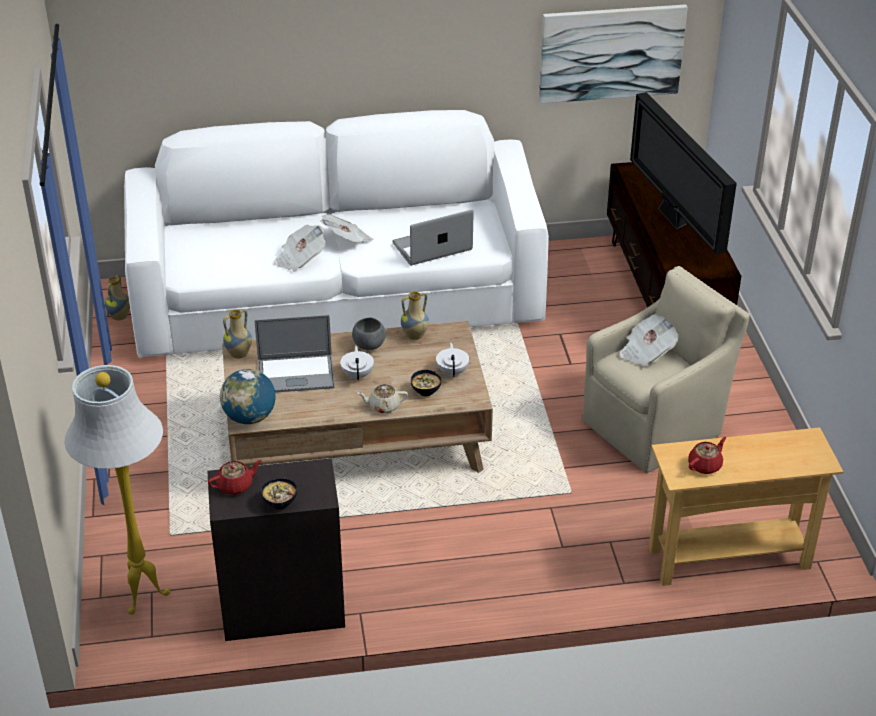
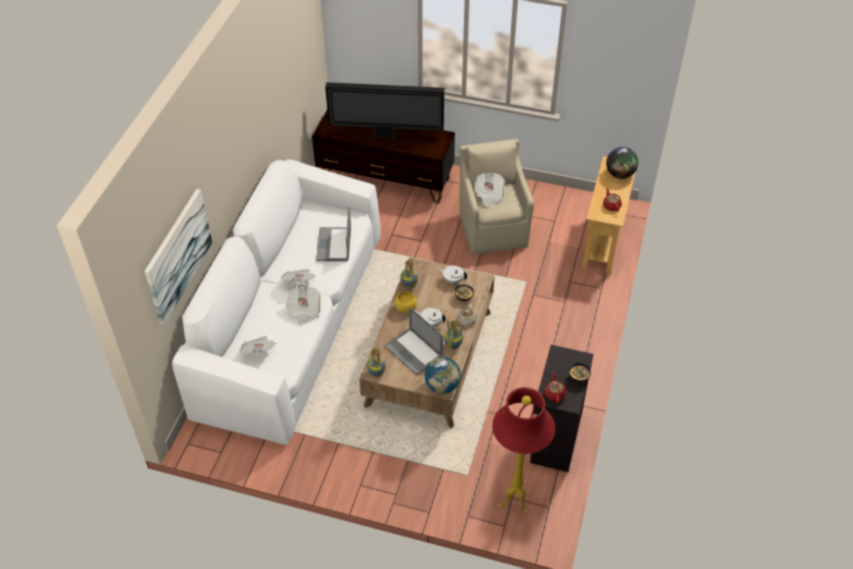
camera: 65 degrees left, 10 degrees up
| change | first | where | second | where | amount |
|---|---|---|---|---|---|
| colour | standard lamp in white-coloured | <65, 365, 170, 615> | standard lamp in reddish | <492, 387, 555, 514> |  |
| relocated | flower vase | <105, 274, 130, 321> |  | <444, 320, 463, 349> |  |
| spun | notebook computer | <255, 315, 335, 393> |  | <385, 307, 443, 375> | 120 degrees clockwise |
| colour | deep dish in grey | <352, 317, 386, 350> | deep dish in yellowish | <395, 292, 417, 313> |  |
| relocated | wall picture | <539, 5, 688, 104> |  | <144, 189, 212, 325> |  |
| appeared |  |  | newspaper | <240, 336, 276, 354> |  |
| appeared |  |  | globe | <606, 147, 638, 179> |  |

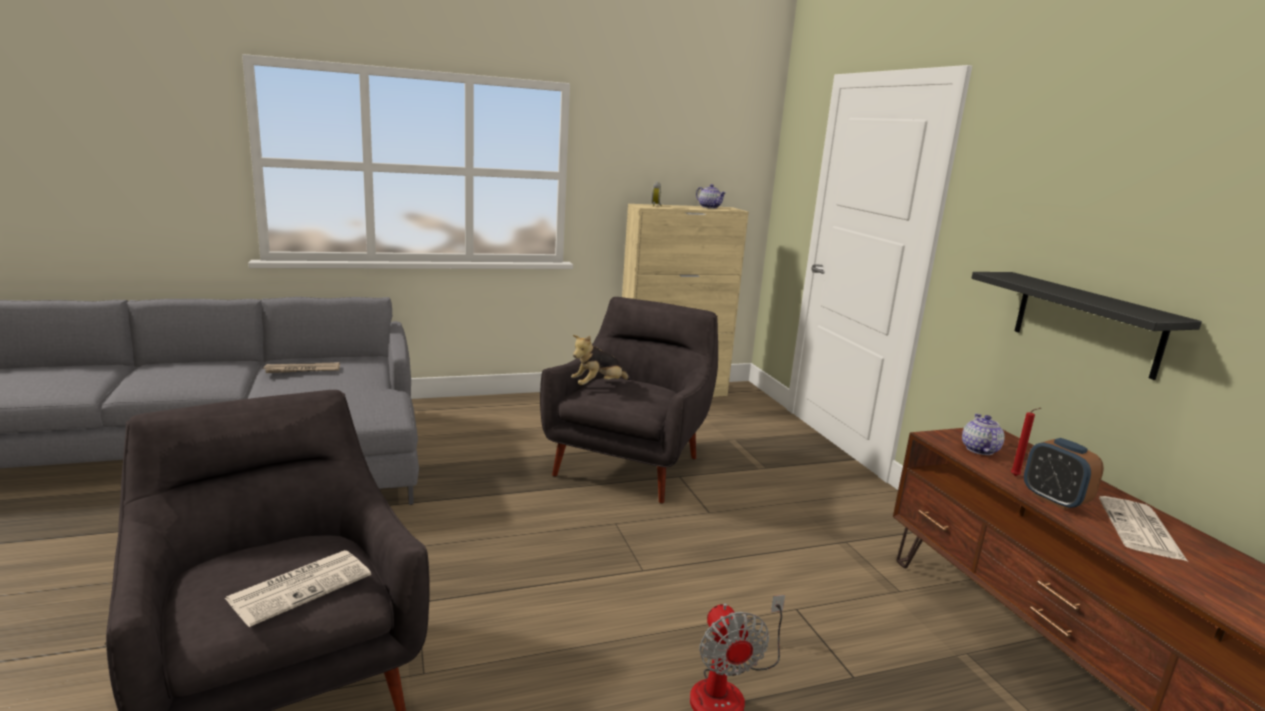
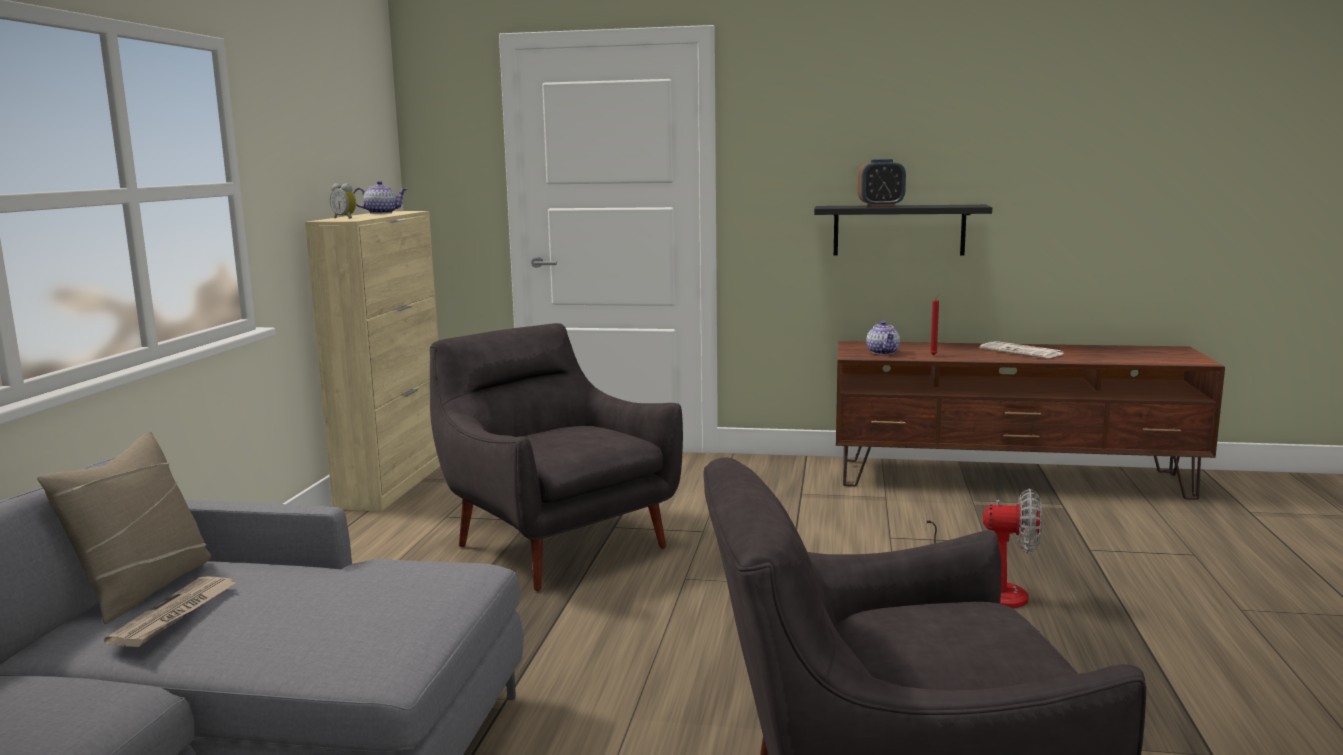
camera: 60 degrees left, 5 degrees down
| change | first | where | second | where | amount |
|---|---|---|---|---|---|
| missing | newspaper | <224, 550, 371, 627> |  |  |  |
| missing | cuddly toy | <571, 335, 631, 385> |  |  |  |
| spun | pot for tea | <962, 413, 1005, 455> |  | <866, 321, 900, 355> | 135 degrees counterclockwise |
| relocated | bedside clock | <1024, 438, 1104, 510> |  | <858, 159, 906, 207> |  |
| appeared |  |  | cushion in beige | <37, 432, 211, 624> |  |

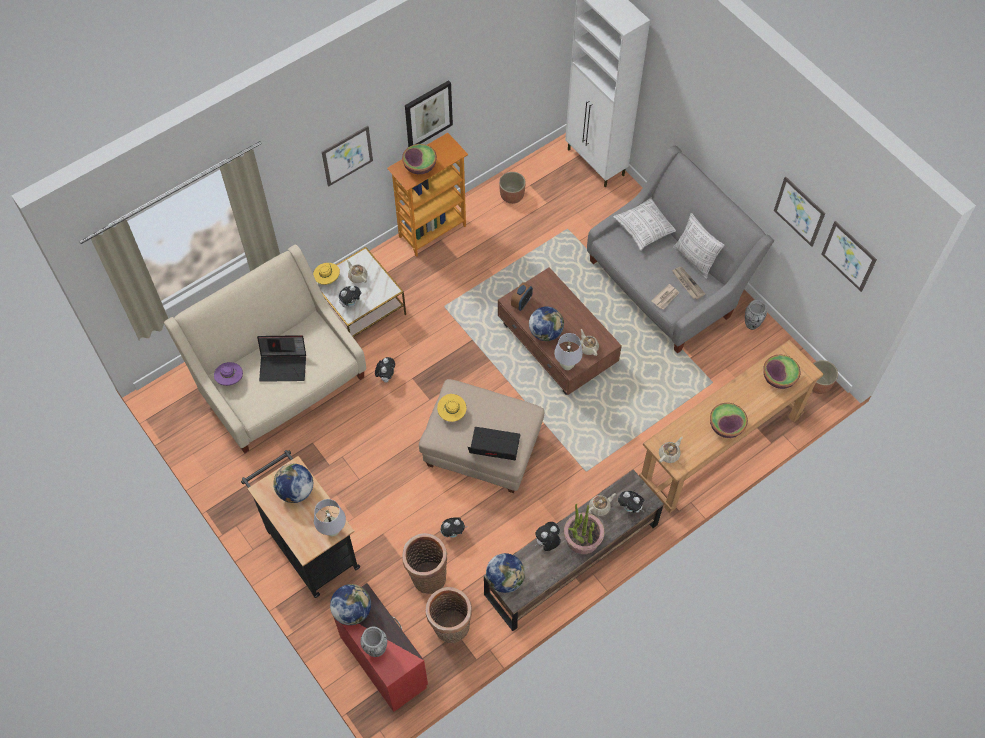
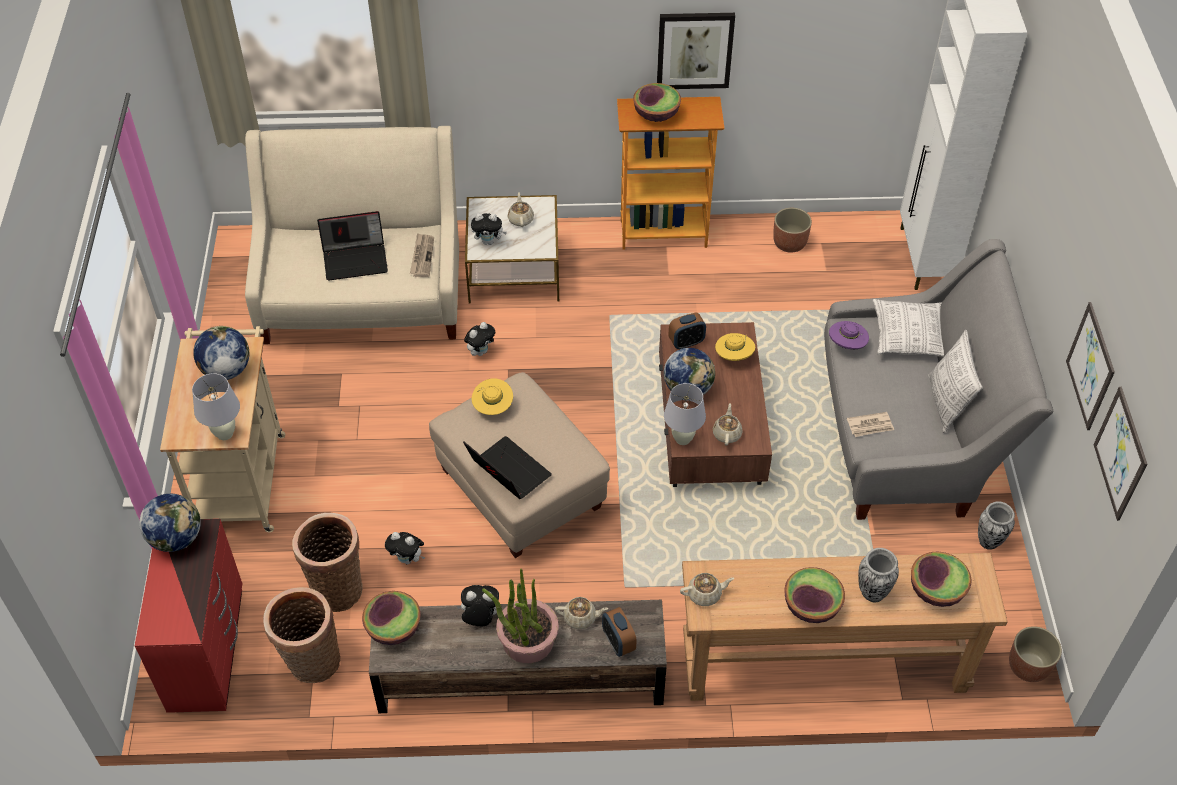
camera: 35 degrees right, 10 degrees down
| change | first | where | second | where | amount |
|---|---|---|---|---|---|
| relocated | hat in purplish | <214, 362, 243, 386> |  | <829, 321, 869, 349> |  |
| colour | trolley in black-coloured | <241, 450, 360, 598> | trolley in beige | <160, 326, 285, 532> |  |
| spun | notebook computer | <257, 335, 306, 382> |  | <317, 211, 388, 281> | 45 degrees counterclockwise |
| relocated | hat in yellowish | <313, 263, 340, 285> |  | <715, 333, 755, 361> |  |
| missing | wall picture | <322, 126, 373, 187> |  |  |  |
| relocated | flower vase | <360, 627, 387, 657> |  | <858, 548, 899, 602> |  |
| exchanged | globe | <486, 553, 525, 593> | deep dish | <362, 591, 421, 645> |  |
| exchanged | cuddly toy | <618, 491, 645, 513> | bedside clock | <602, 607, 636, 657> |  |
| relocated | newspaper | <672, 267, 705, 299> |  | <410, 233, 434, 277> |  |

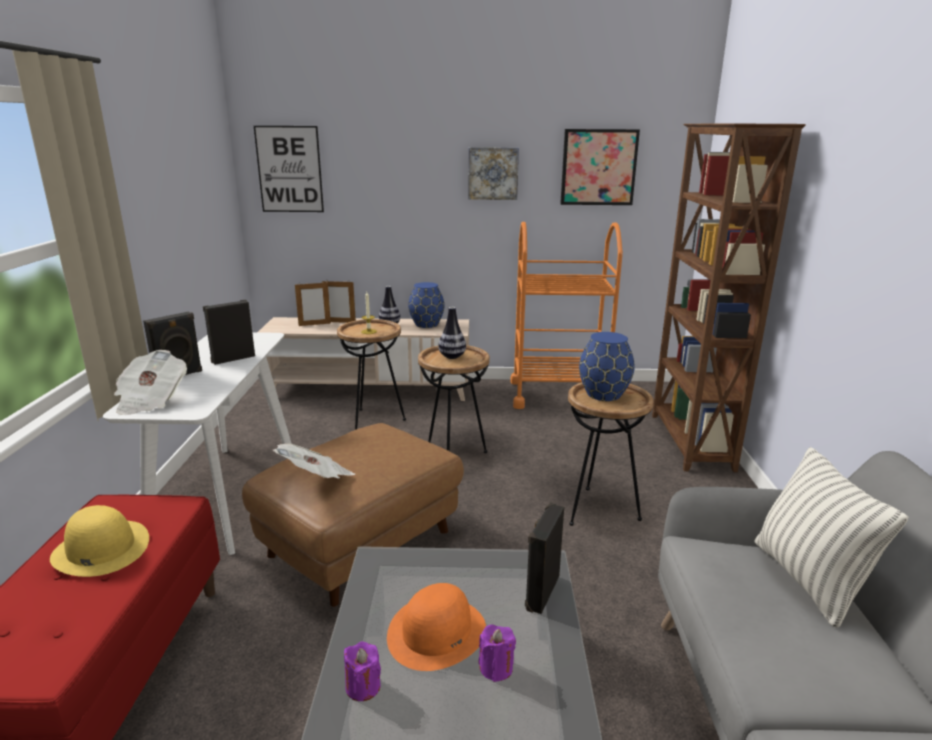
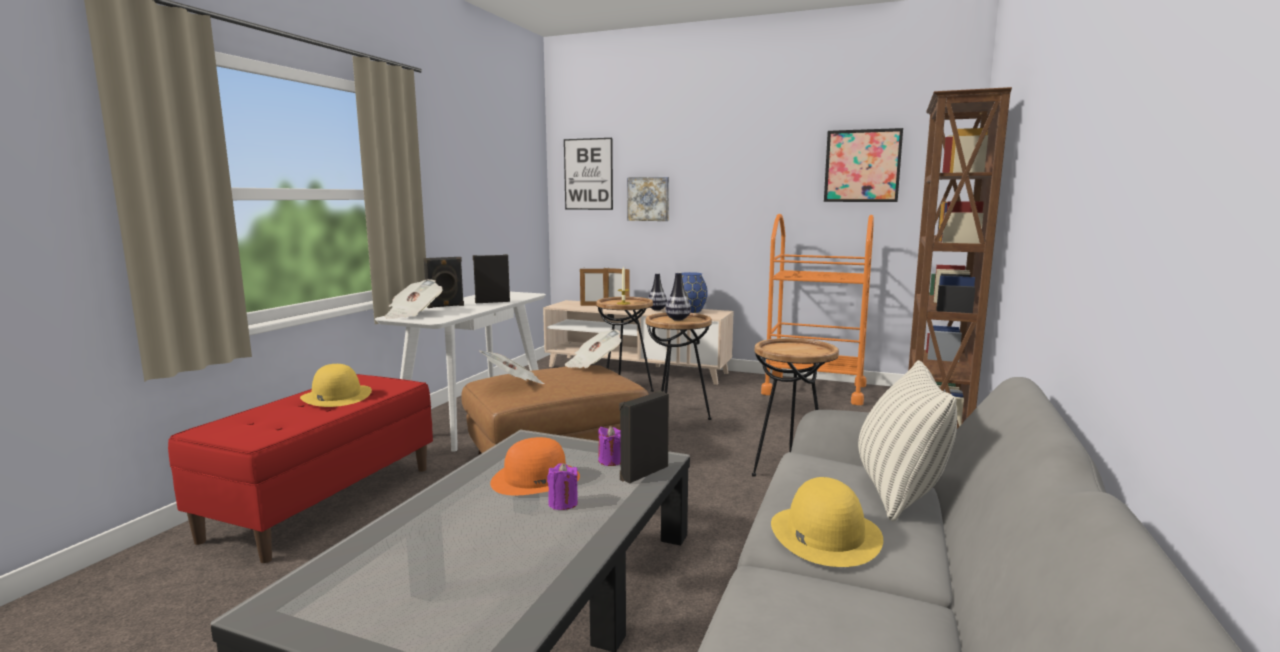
camera: 20 degrees right, 10 degrees down
| change | first | where | second | where | amount |
|---|---|---|---|---|---|
| relocated | wax light in purplish | <344, 641, 381, 701> |  | <598, 426, 621, 466> |  |
| relocated | wall picture | <468, 147, 519, 200> |  | <627, 177, 669, 221> |  |
| missing | flower vase in blue-coloured | <579, 332, 634, 401> |  |  |  |
| appeared |  |  | newspaper | <565, 330, 622, 368> |  |
| appeared |  |  | hat in yellowish | <771, 477, 883, 567> |  |

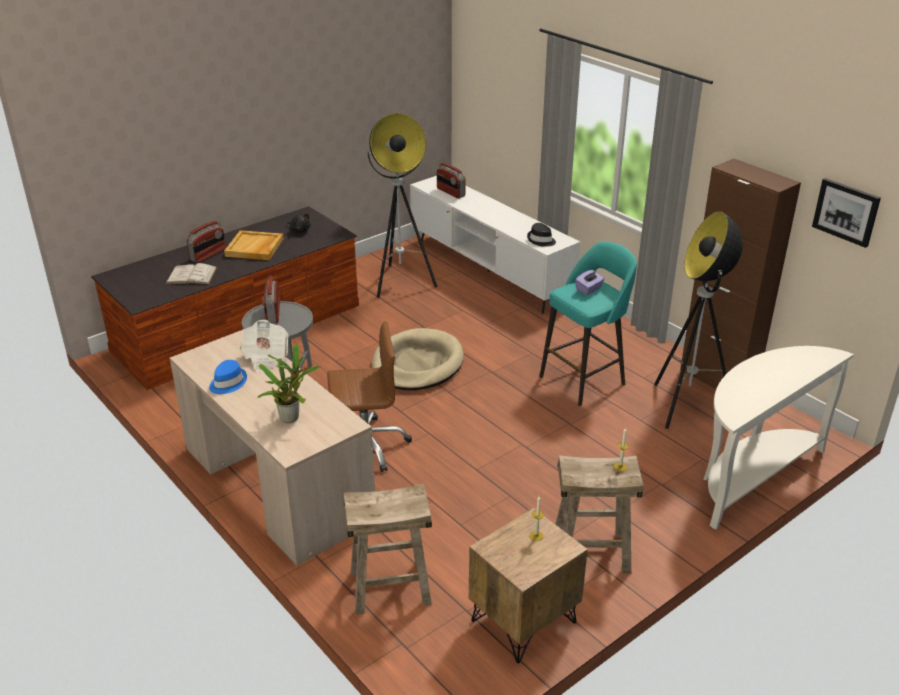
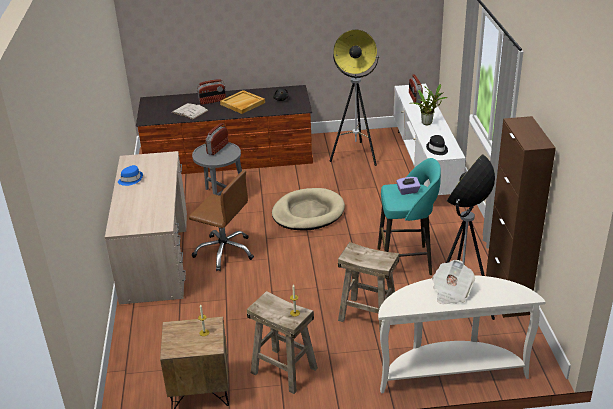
camera: 35 degrees right, 0 degrees up
| change | first | where | second | where | amount |
|---|---|---|---|---|---|
| relocated | newspaper | <240, 320, 289, 372> |  | <432, 260, 475, 304> |  |
| relocated | plant in a pot | <257, 344, 320, 423> |  | <409, 84, 447, 125> |  |
| relocated | sitting stool in beige | <343, 484, 432, 615> |  | <338, 242, 399, 332> |  |
| missing | wall picture | <812, 178, 881, 248> |  |  |  |

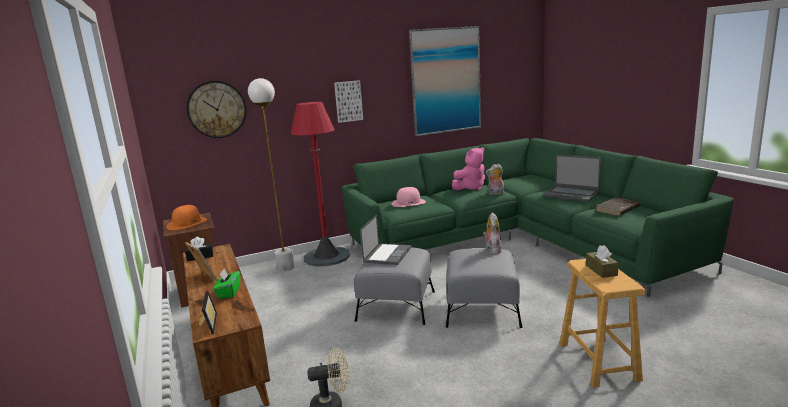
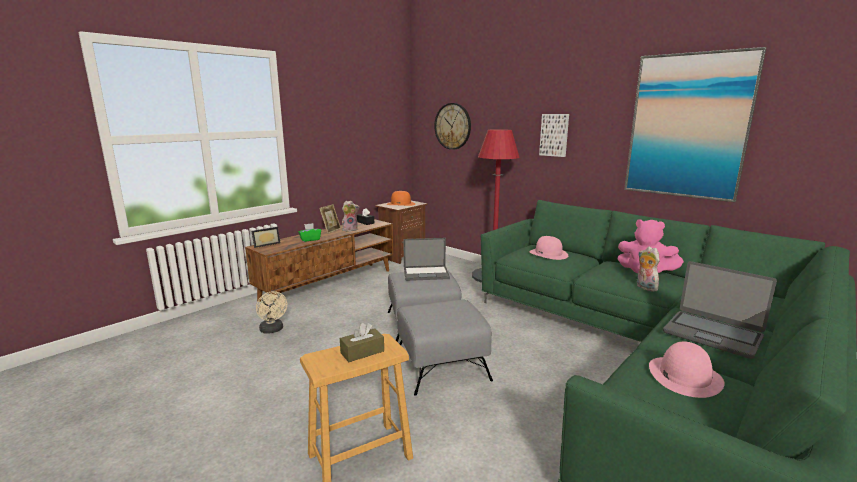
camera: 65 degrees right, 0 degrees up
| change | first | where | second | where | amount |
|---|---|---|---|---|---|
| missing | standard lamp in white-coloured | <248, 78, 294, 271> |  |  |  |
| relocated | cuddly toy | <483, 212, 502, 254> |  | <342, 201, 359, 232> |  |
| spun | notebook computer | <543, 155, 601, 202> |  | <663, 261, 777, 359> | 60 degrees counterclockwise |
| exchanged | volume in brownish | <596, 197, 640, 216> | hat in pinkish | <649, 341, 725, 398> |  |

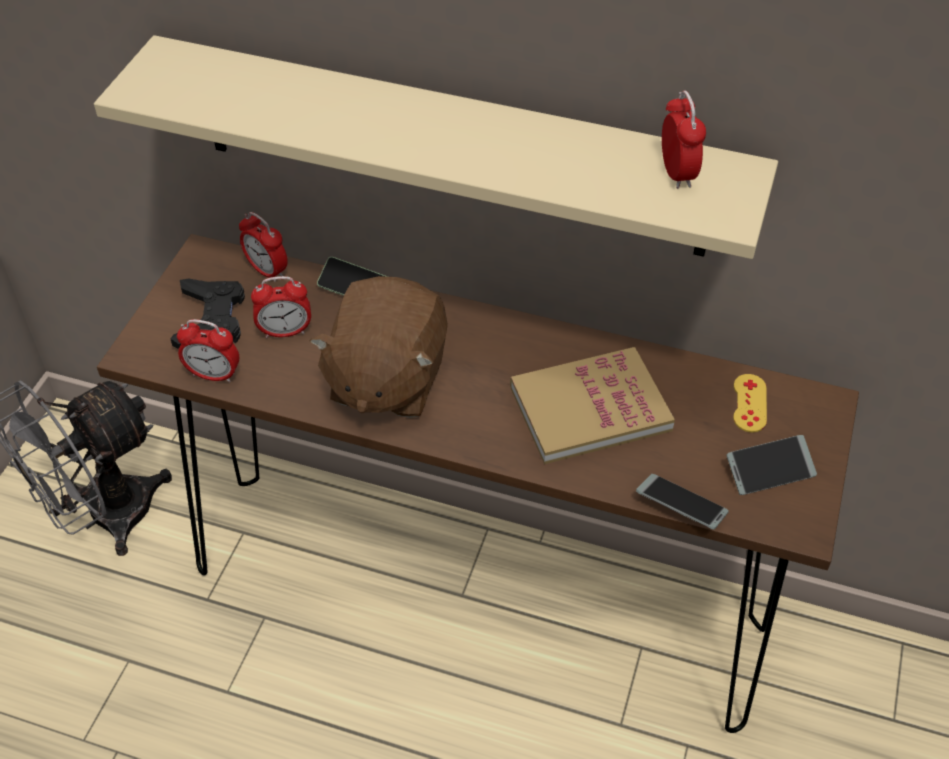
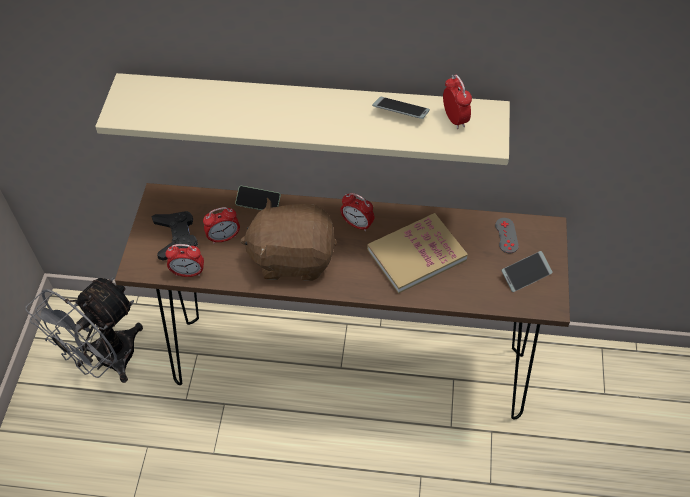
camera: 10 degrees left, 5 degrees up
| change | first | where | second | where | amount |
|---|---|---|---|---|---|
| relocated | bedside clock | <239, 212, 288, 282> |  | <340, 193, 374, 231> |  |
| spun | cuddly toy in brownish | <310, 276, 448, 418> |  | <240, 197, 337, 281> | 90 degrees clockwise |
| relocated | phone | <636, 474, 729, 529> |  | <372, 97, 430, 119> |  |
| colour | game controller in yellowish | <733, 374, 767, 432> | game controller in grey | <495, 218, 519, 253> |  |

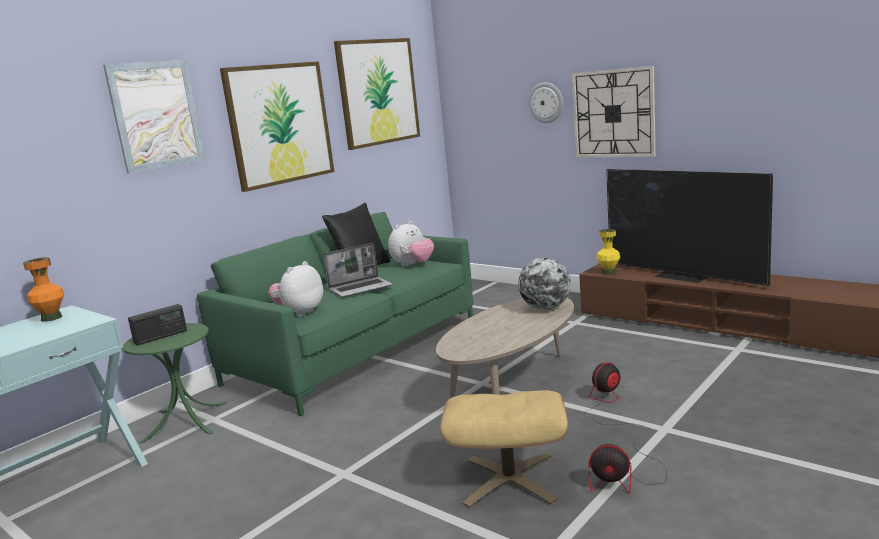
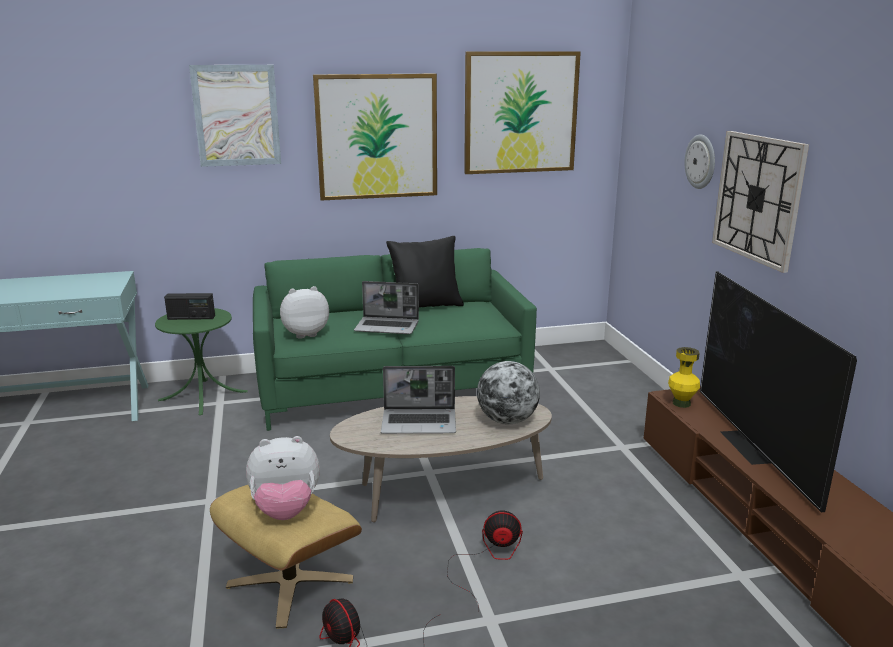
camera: 35 degrees right, 5 degrees up
| change | first | where | second | where | amount |
|---|---|---|---|---|---|
| missing | flower vase in orange | <23, 257, 64, 322> |  |  |  |
| relocated | cuddly toy | <388, 221, 434, 267> |  | <246, 436, 320, 520> |  |
| appeared |  |  | notebook computer | <381, 366, 456, 434> |  |

